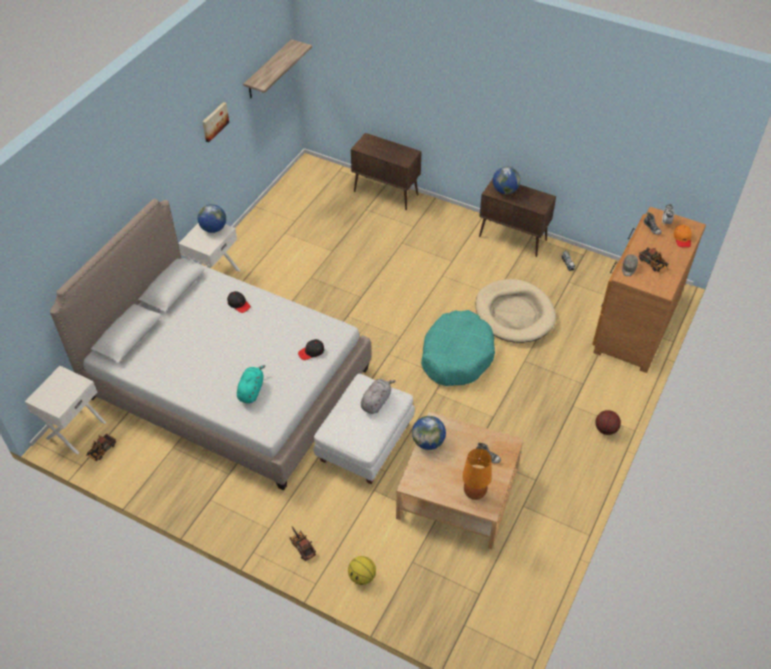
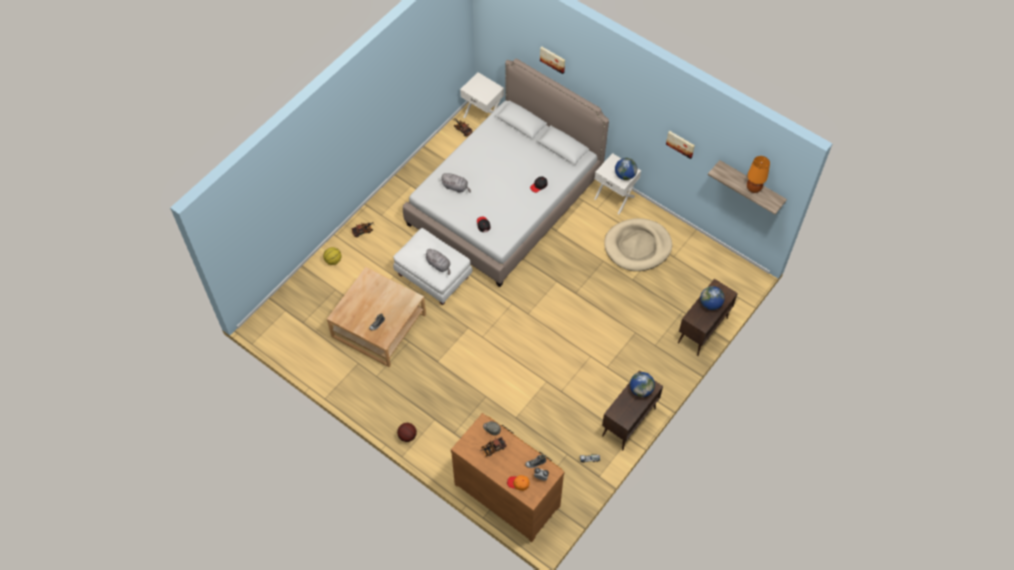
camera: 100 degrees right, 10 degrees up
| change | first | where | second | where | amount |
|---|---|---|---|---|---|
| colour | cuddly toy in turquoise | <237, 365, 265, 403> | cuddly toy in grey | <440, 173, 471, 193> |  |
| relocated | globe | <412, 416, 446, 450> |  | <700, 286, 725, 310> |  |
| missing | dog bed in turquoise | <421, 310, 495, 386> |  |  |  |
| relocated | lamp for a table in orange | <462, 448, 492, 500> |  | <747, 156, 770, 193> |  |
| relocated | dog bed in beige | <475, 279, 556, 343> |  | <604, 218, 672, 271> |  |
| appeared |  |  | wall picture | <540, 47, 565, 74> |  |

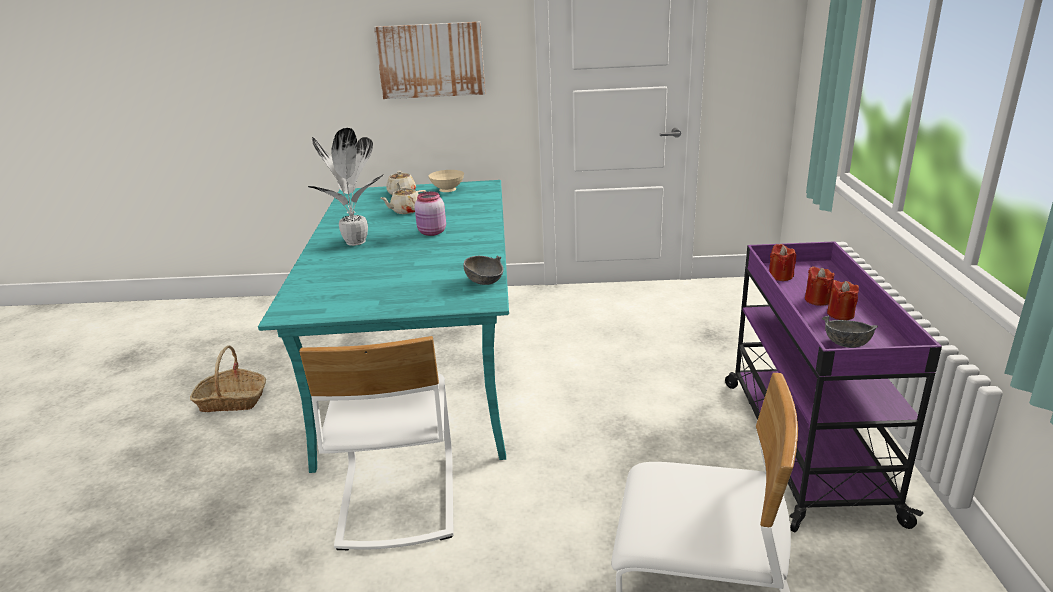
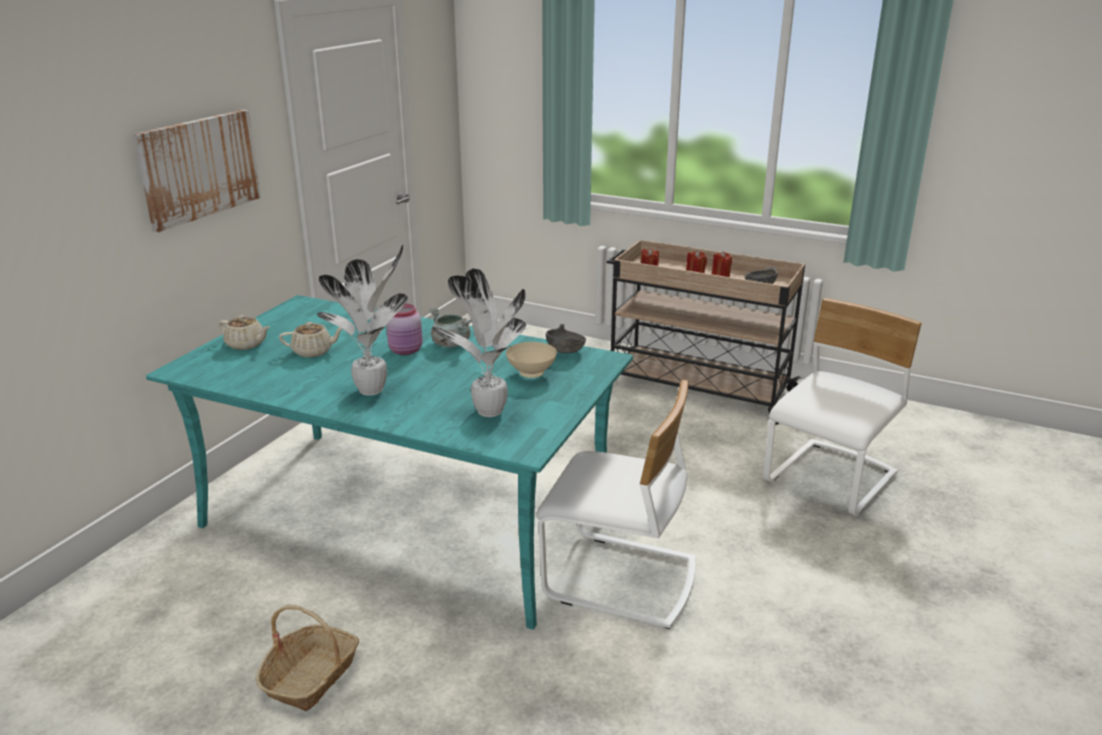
camera: 65 degrees left, 0 degrees up
| change | first | where | second | where | amount |
|---|---|---|---|---|---|
| spun | pot for tea in beige | <380, 187, 426, 214> |  | <279, 322, 342, 357> | 90 degrees counterclockwise |
| relocated | deep dish in beige | <428, 170, 464, 192> |  | <506, 342, 557, 378> |  |
| colour | trolley in purplish | <725, 241, 942, 533> | trolley in beige | <607, 240, 805, 425> |  |
| appeared |  |  | stockpot in grey | <429, 307, 471, 347> |  |
| appeared |  |  | plant in a pot | <432, 268, 526, 417> |  |

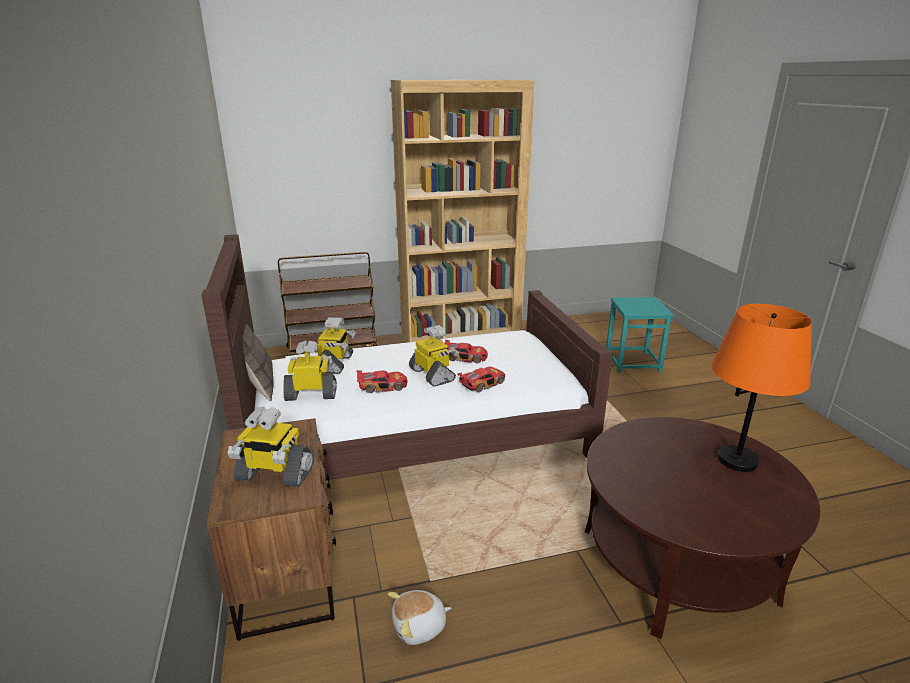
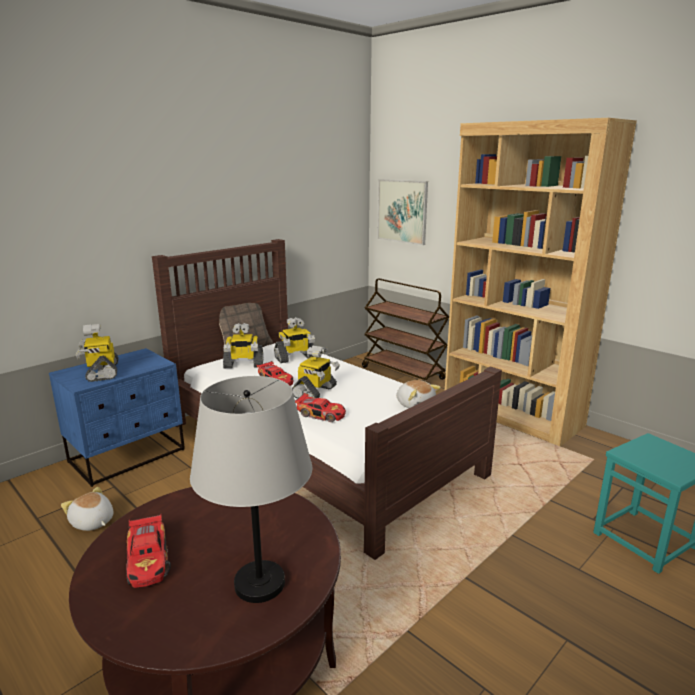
camera: 60 degrees right, 5 degrees down
| change | first | where | second | where | amount |
|---|---|---|---|---|---|
| colour | nightstand in brownish | <206, 418, 336, 641> | nightstand in blue-coloured | <49, 348, 185, 487> |  |
| spun | robot figure | <284, 340, 337, 401> |  | <223, 323, 263, 368> | 120 degrees clockwise |
| relocated | model car | <444, 340, 488, 363> |  | <126, 514, 171, 588> |  |
| colour | lamp for a table in orange | <711, 304, 812, 472> | lamp for a table in grey | <190, 376, 312, 603> |  |
| appeared |  |  | wall picture | <377, 179, 428, 245> |  |
| appeared |  |  | cuddly toy | <396, 380, 441, 408> |  |

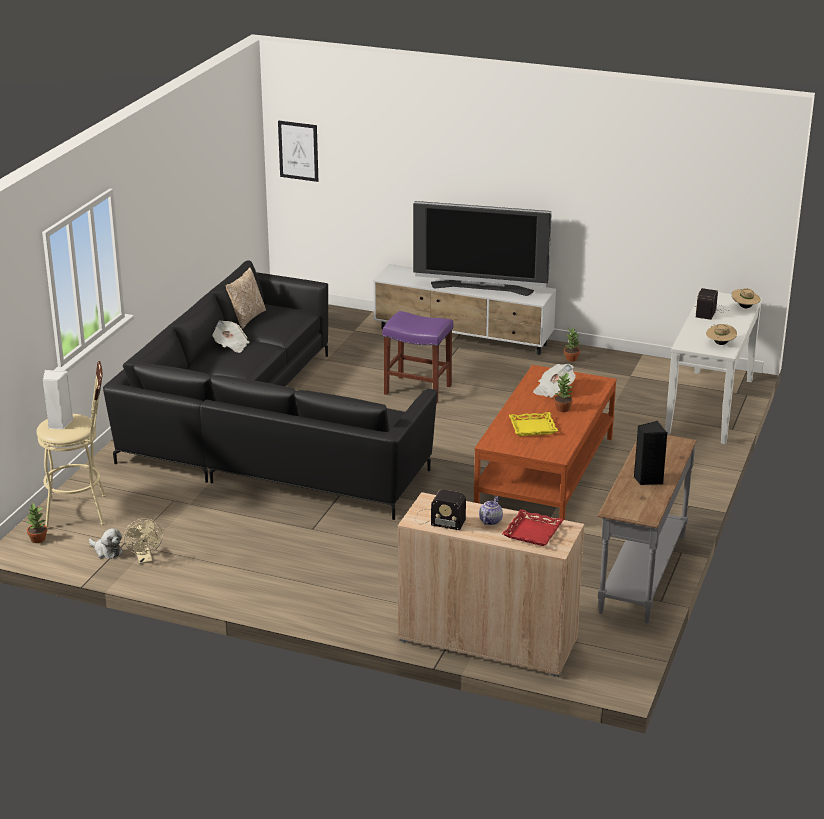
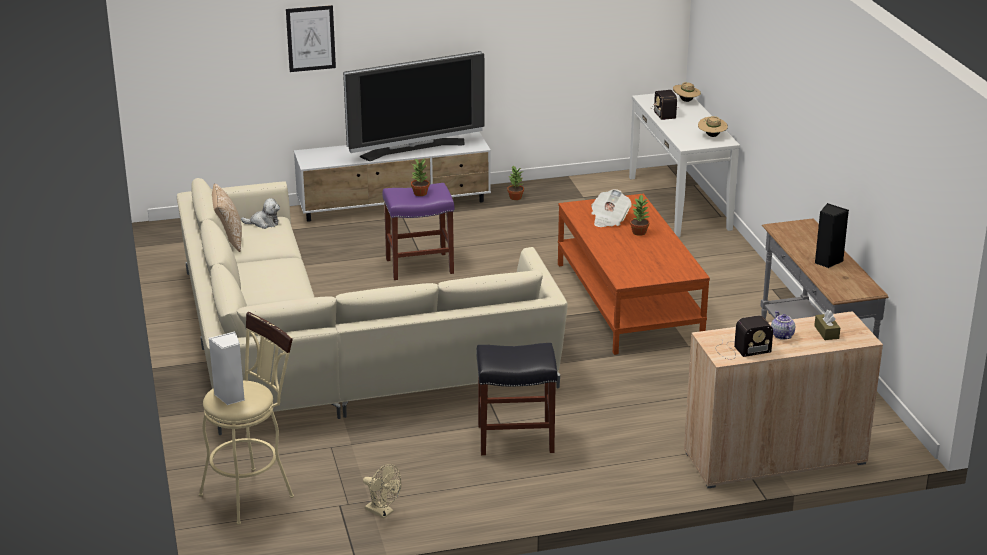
camera: 35 degrees left, 0 degrees up
| change | first | where | second | where | amount |
|---|---|---|---|---|---|
| relocated | plant in a pot | <26, 502, 47, 543> |  | <411, 159, 430, 196> |  |
| relocated | cuddly toy | <89, 528, 123, 559> |  | <241, 198, 280, 229> |  |
| colour | sofa in black-coloured | <103, 260, 437, 520> | sofa in beige | <177, 178, 568, 435> |  |
| missing | newspaper | <212, 320, 249, 353> |  |  |  |
| relocated | wall picture | <278, 121, 318, 182> |  | <286, 5, 336, 72> |  |
| exchanged | tray in reddish | <502, 509, 564, 546> | tissue box in brownish | <814, 310, 840, 340> |  |
| missing | tray in yellowish | <509, 412, 558, 436> |  |  |  |
| appeared |  |  | sitting stool in black-coloured | <476, 343, 558, 455> |  |

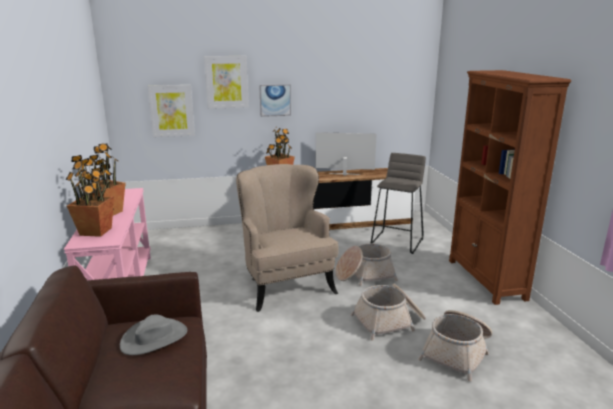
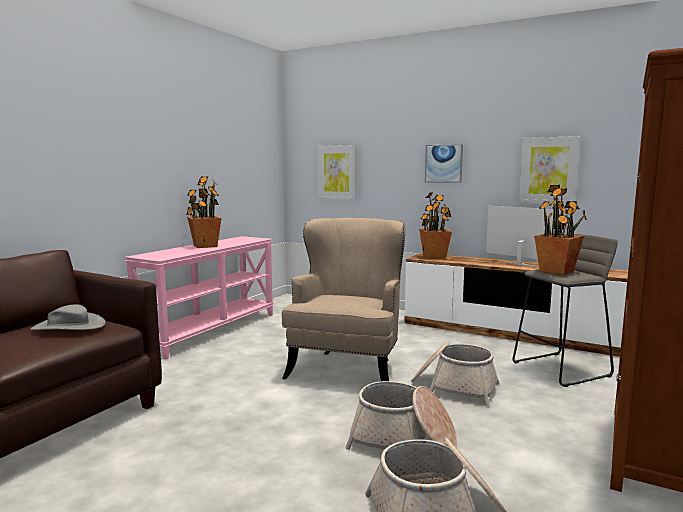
camera: 40 degrees right, 10 degrees down
| change | first | where | second | where | amount |
|---|---|---|---|---|---|
| relocated | plant in a pot | <65, 155, 114, 237> |  | <534, 185, 587, 275> |  |
| relocated | wall picture | <204, 56, 249, 109> |  | <519, 136, 581, 204> |  |

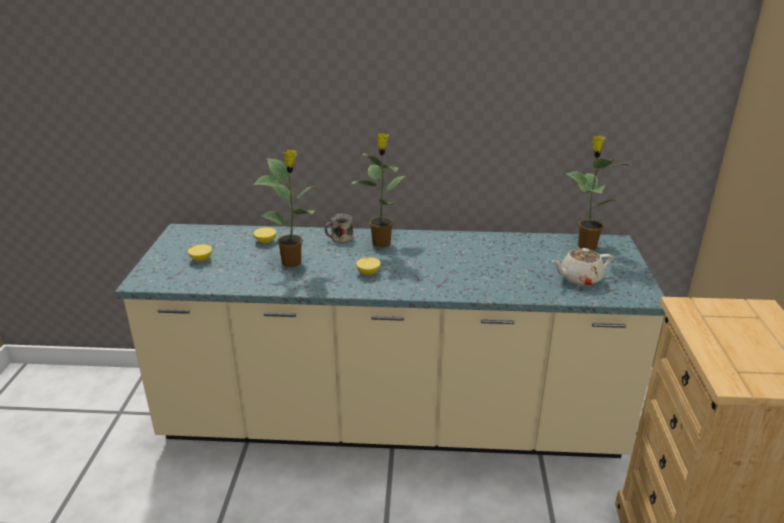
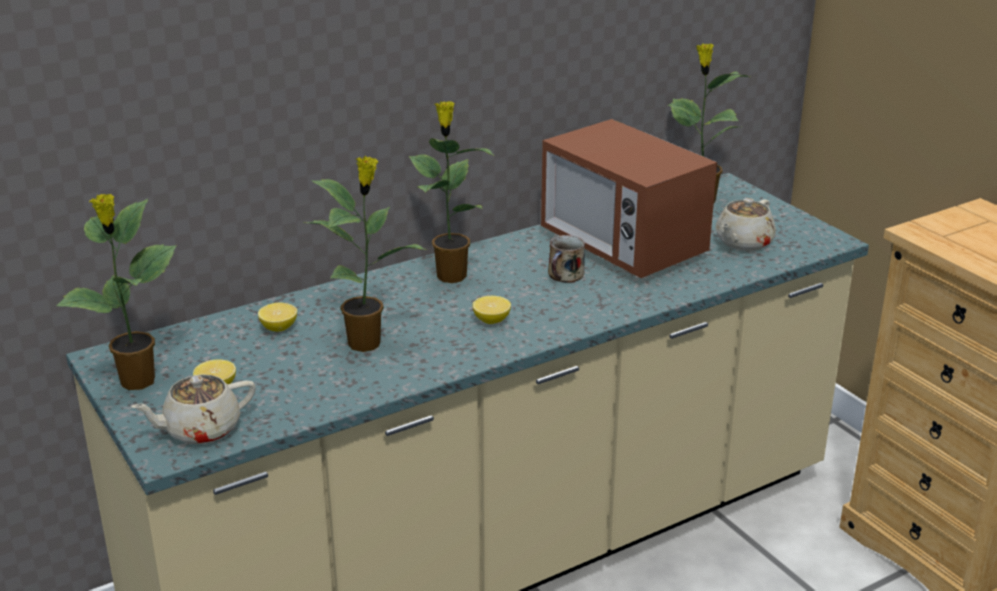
camera: 35 degrees left, 0 degrees up
| change | first | where | second | where | amount |
|---|---|---|---|---|---|
| relocated | tea mug | <325, 214, 353, 243> |  | <548, 235, 585, 282> |  |
| appeared |  |  | plant in a pot | <56, 194, 176, 390> |  |
| appeared |  |  | pot for tea in beige | <131, 374, 256, 444> |  |
| appeared |  |  | microwave oven | <541, 119, 717, 278> |  |

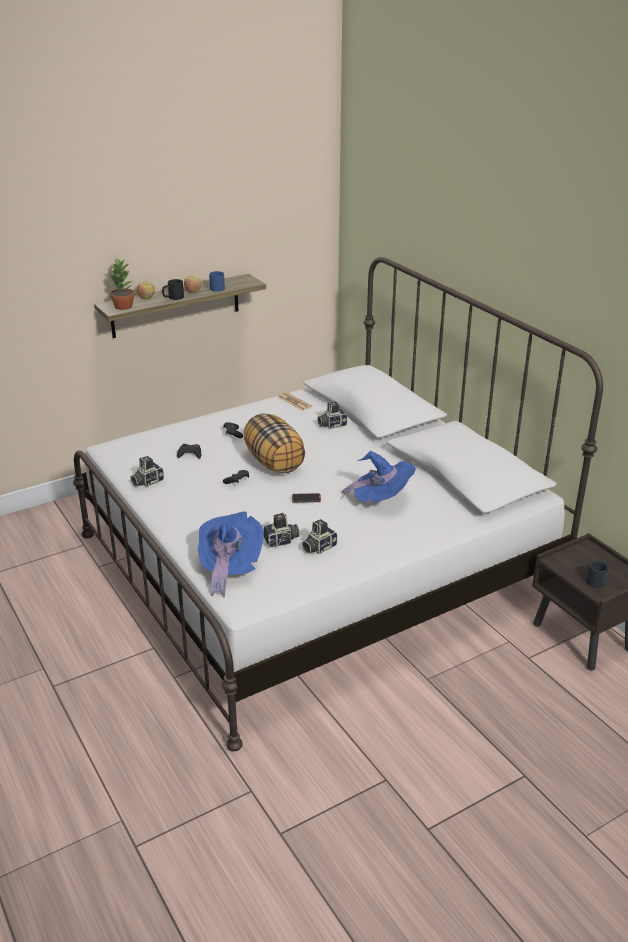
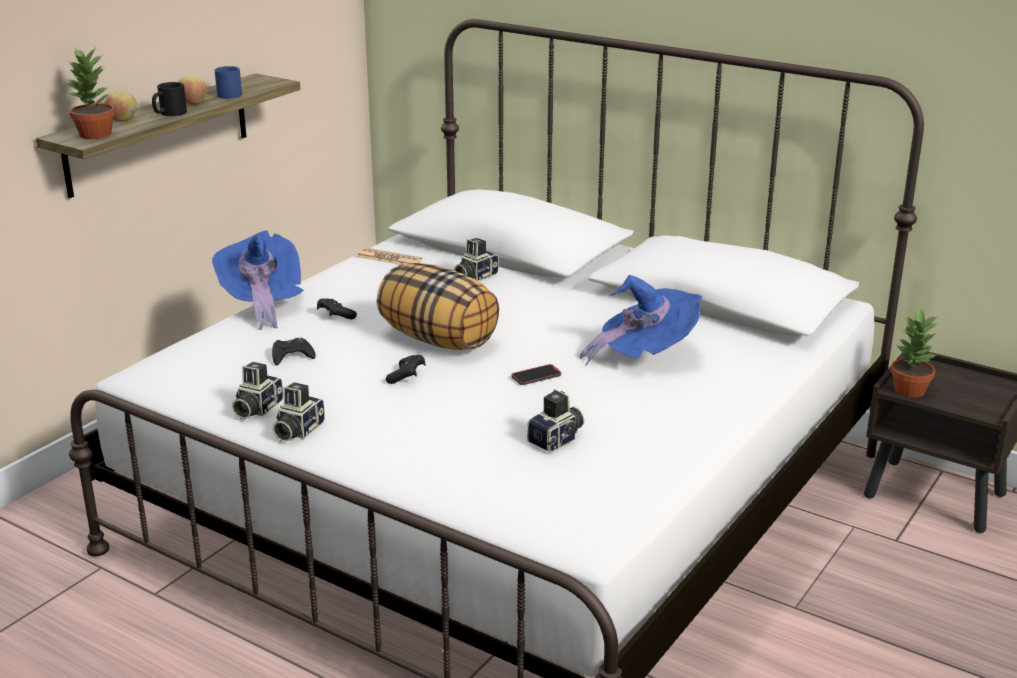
camera: 25 degrees left, 5 degrees down
| change | first | where | second | where | amount |
|---|---|---|---|---|---|
| relocated | hat in blue-coloured | <198, 512, 264, 597> |  | <212, 230, 304, 330> |  |
| relocated | still camera | <302, 519, 338, 554> |  | <272, 382, 325, 442> |  |
| missing | tea mug in black-coloured | <586, 560, 609, 588> |  |  |  |
| appeared |  |  | plant in a pot | <891, 307, 938, 398> |  |

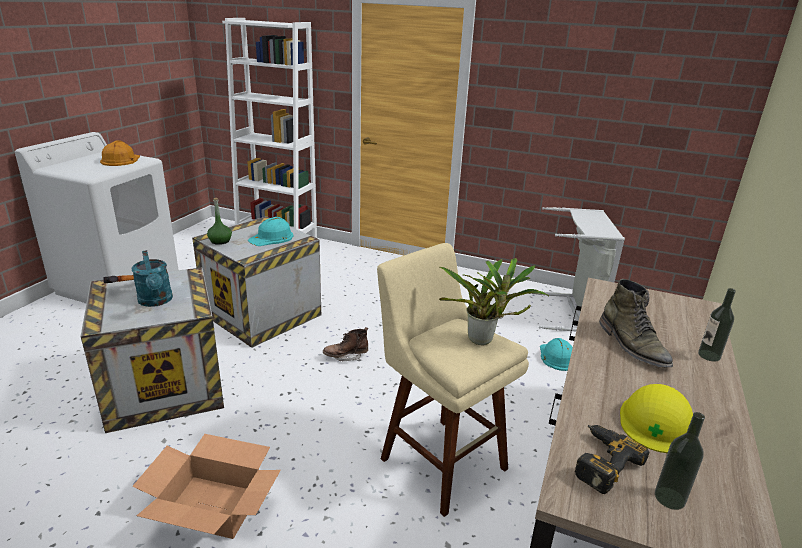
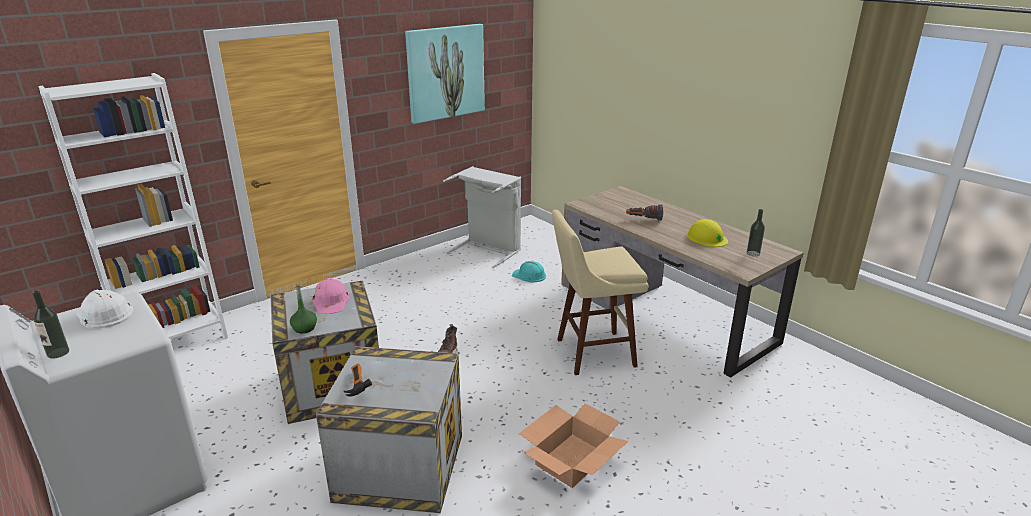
camera: 60 degrees left, 0 degrees up
| change | first | where | second | where | amount |
|---|---|---|---|---|---|
| colour | hard hat in orange | <100, 140, 140, 166> | hard hat in white-coloured | <75, 290, 134, 329> |  |
| missing | watering can in turquoise | <131, 250, 173, 307> |  |  |  |
| colour | hard hat in turquoise | <248, 217, 293, 246> | hard hat in pinkish | <312, 278, 349, 314> |  |
| missing | plant in a pot | <439, 258, 549, 345> |  |  |  |
| missing | drill | <575, 425, 649, 494> |  |  |  |
| exchanged | boot in green | <599, 279, 673, 367> | hand torch | <626, 204, 664, 221> |  |
| relocated | bottle | <698, 288, 736, 362> |  | <32, 290, 69, 359> |  |
| appeared |  |  | wall picture | <405, 24, 485, 124> |  |

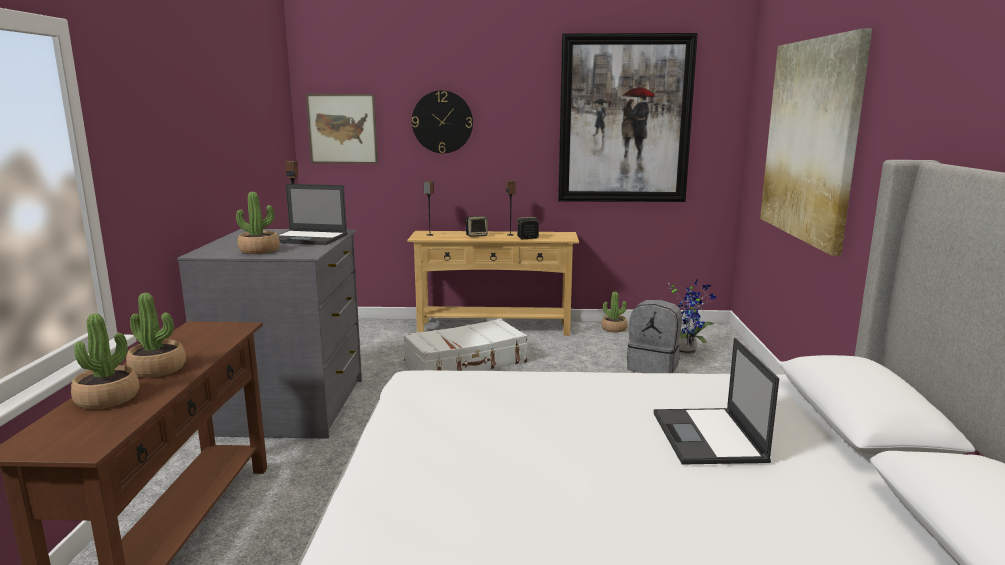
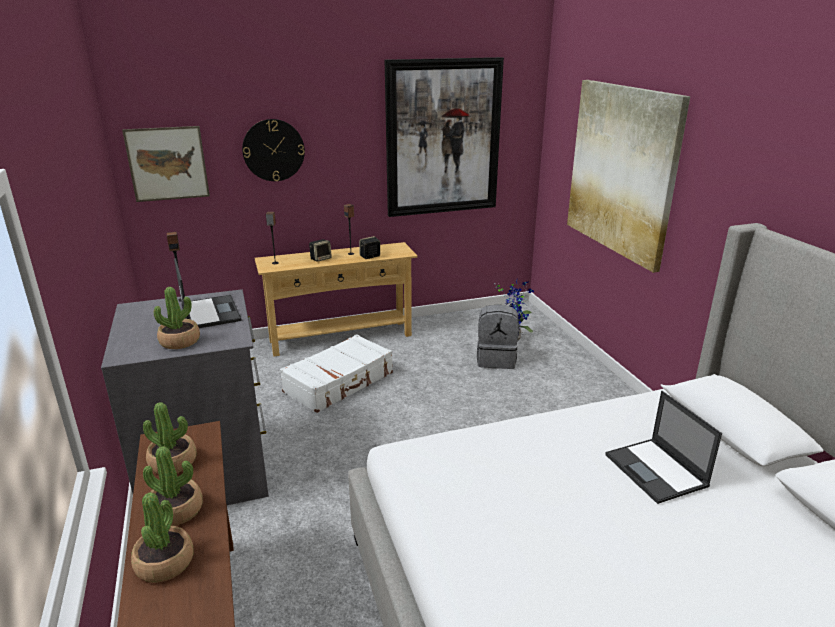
camera: 20 degrees left, 10 degrees up
| change | first | where | second | where | amount |
|---|---|---|---|---|---|
| spun | notebook computer | <278, 184, 347, 245> |  | <174, 258, 242, 328> | 105 degrees counterclockwise |
| relocated | plant in a pot | <601, 292, 628, 332> |  | <143, 402, 197, 474> |  |

